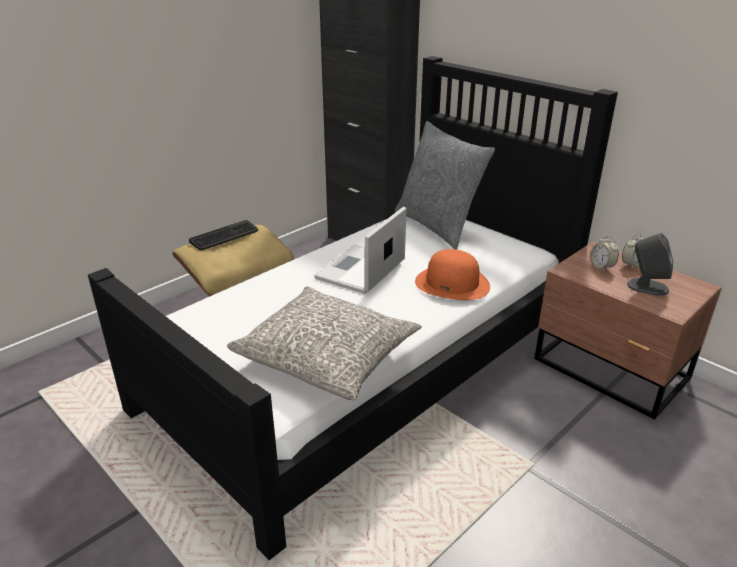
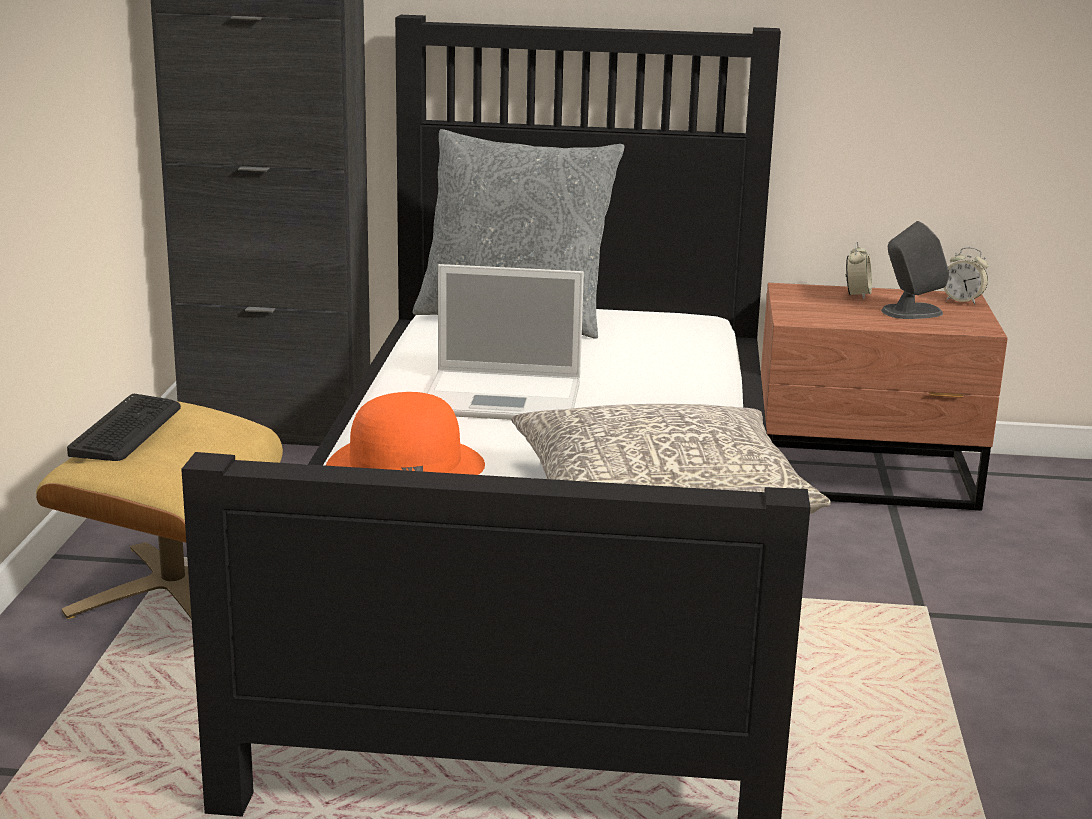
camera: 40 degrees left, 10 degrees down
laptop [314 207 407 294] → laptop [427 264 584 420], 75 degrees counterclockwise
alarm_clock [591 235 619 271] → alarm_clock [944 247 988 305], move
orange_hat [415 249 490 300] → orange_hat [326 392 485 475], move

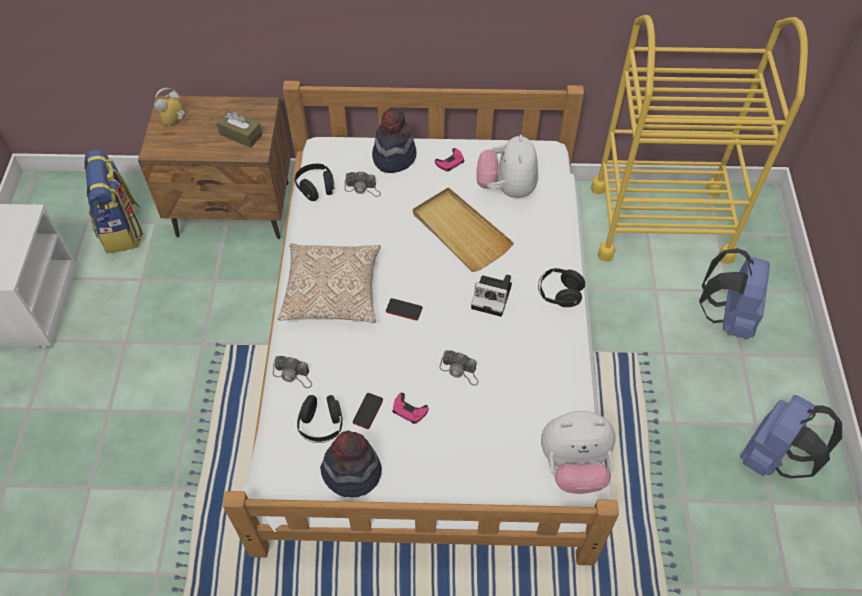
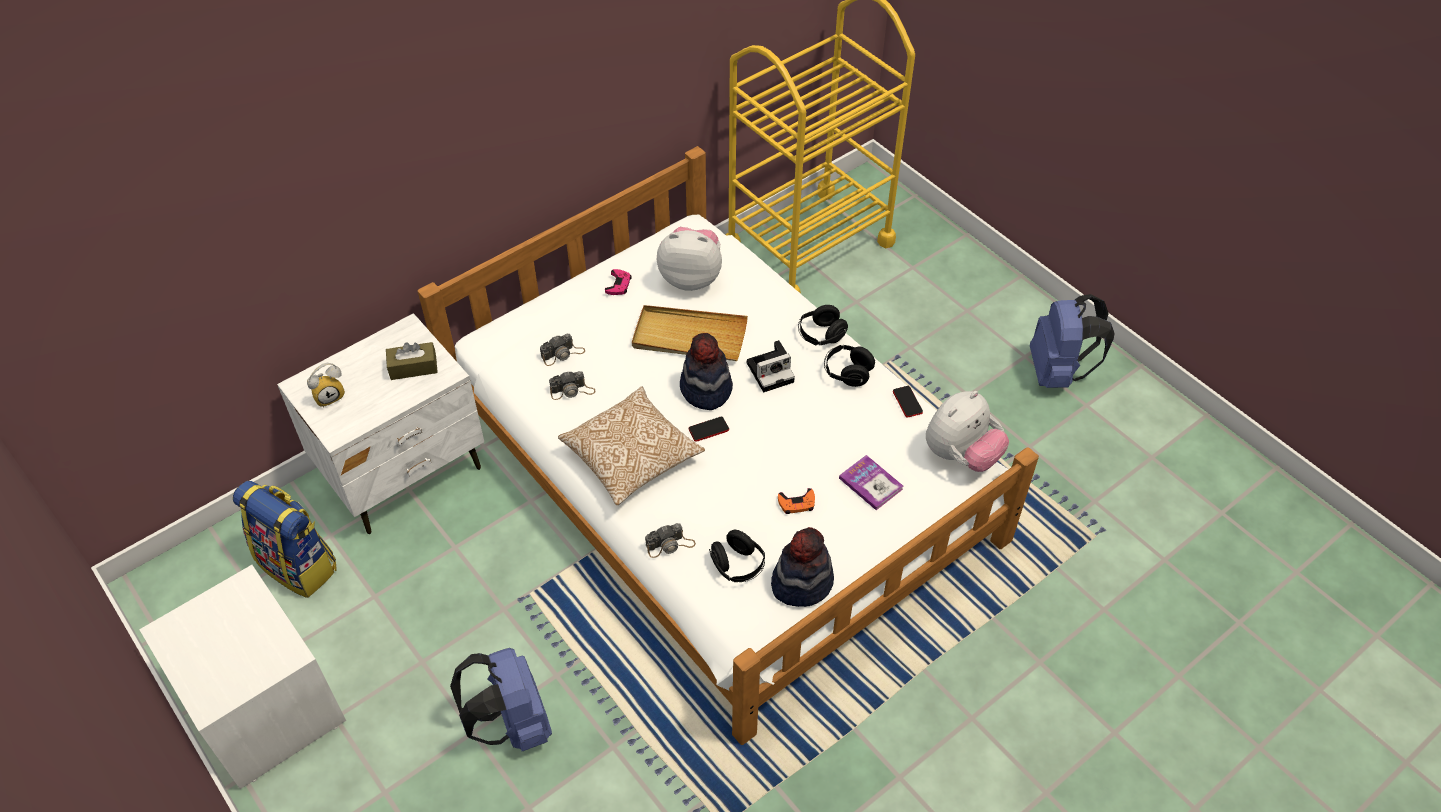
camera: 40 degrees left, 5 degrees down
alarm_clock [154 88 185 128] → alarm_clock [307 363 345 408], 120 degrees counterclockwise
brown_nightstand [138 95 291 239] → white_nightstand [277 313 484 534]
hat [372 107 417 173] → hat [680 333 733 410], move
plush_toy [476 135 538 198] → plush_toy [657 227 722 291], 135 degrees clockwise
black_headphones [294 164 335 201] → black_headphones [824 345 875 387], move
blue_backpack [699 248 770 339] → blue_backpack [450 648 552 751], move
photo_camera [439 350 479 386] → photo_camera [549 371 596 400], move
phone [353 393 383 429] → phone [893 386 923 418], move
pink_game_controller [392 393 428 424] → orange_game_controller [778 488 815 514]
- → book [839 455 903 510]

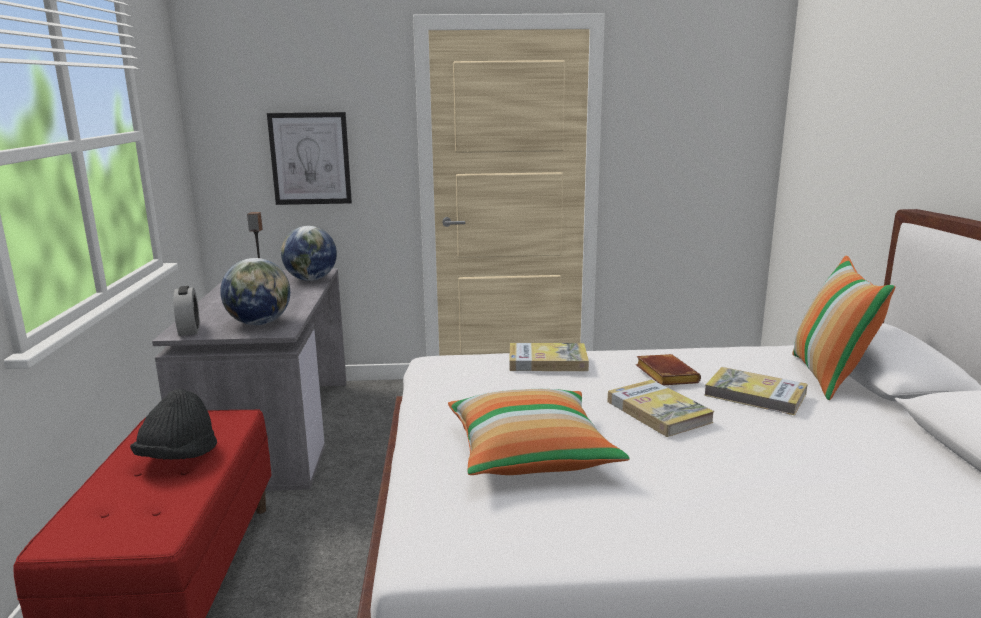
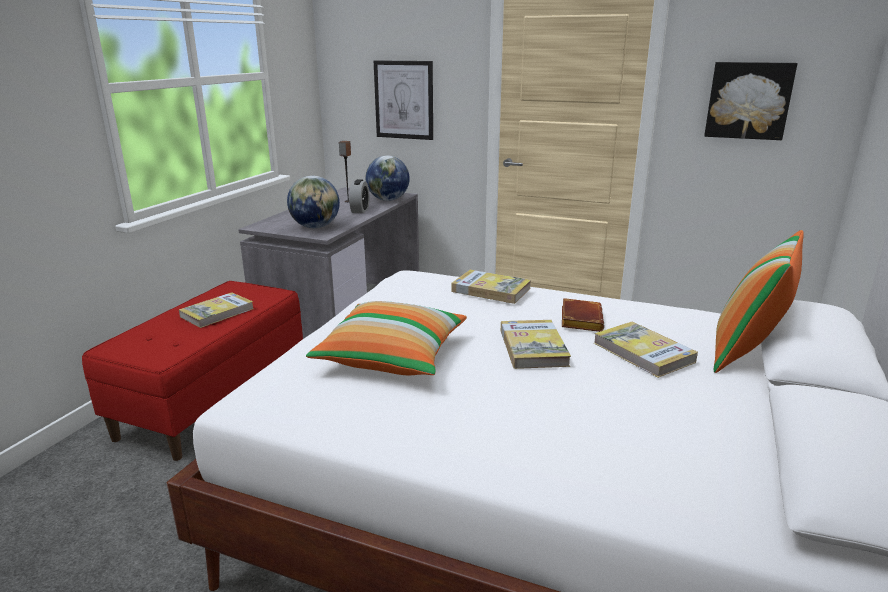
camera: 25 degrees right, 5 degrees up
alarm_clock [174 286 200 336] → alarm_clock [349 179 369 213], move
black_hat [130 389 217 460] → book [179 292 254 328]
- → picture [704 62 797 140]

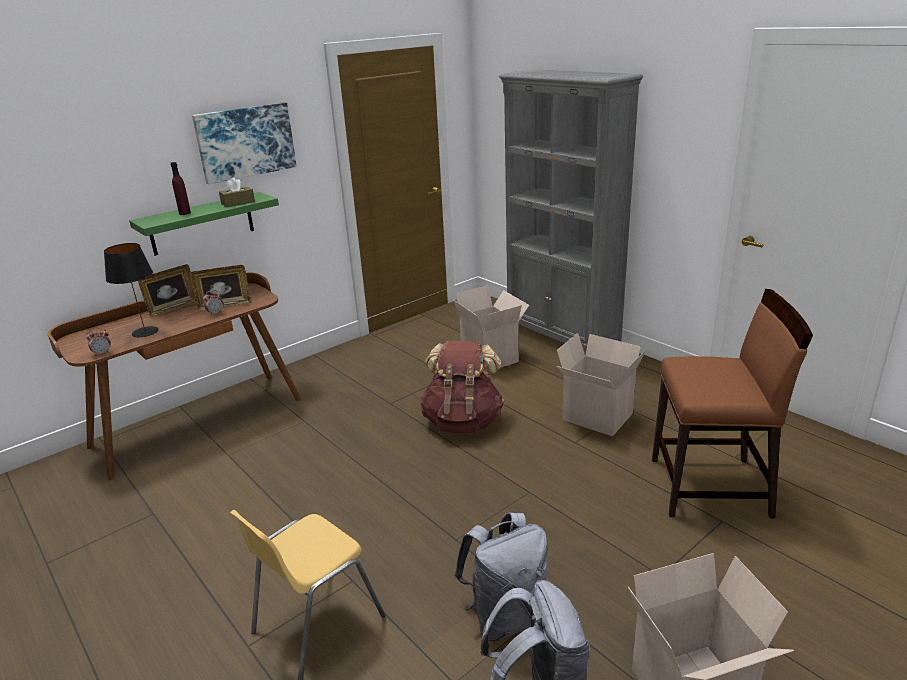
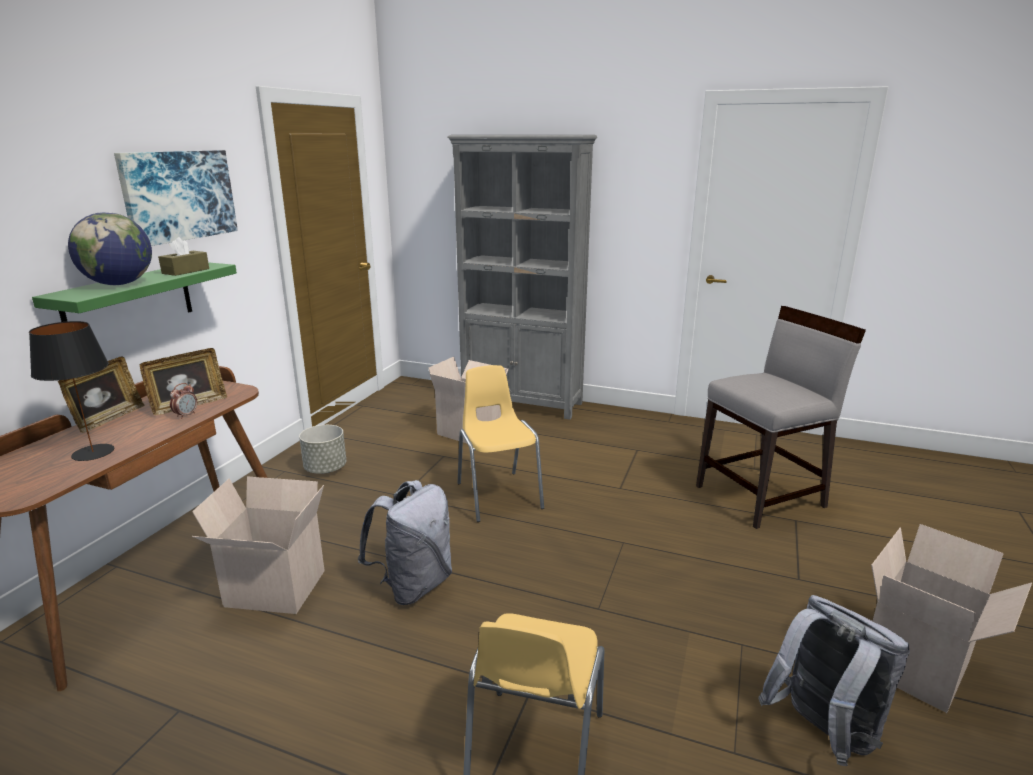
camera: 30 degrees left, 5 degrees down
purple_bottle [170 162 191 215] → globe [68 212 152 285]
brown_chair [652 289 813 518] → grey_chair [696 306 866 529]
alarm_clock [86 328 111 356] → -
cardboard_box [556 333 646 436] → cardboard_box [192 477 324 614], move
brown_backpack [419 341 504 434] → yellow_chair [458 365 544 522]
grey_backpack [454 513 548 642] → grey_backpack [358 480 453 605], move
- → grey_planter [299 425 346 474]

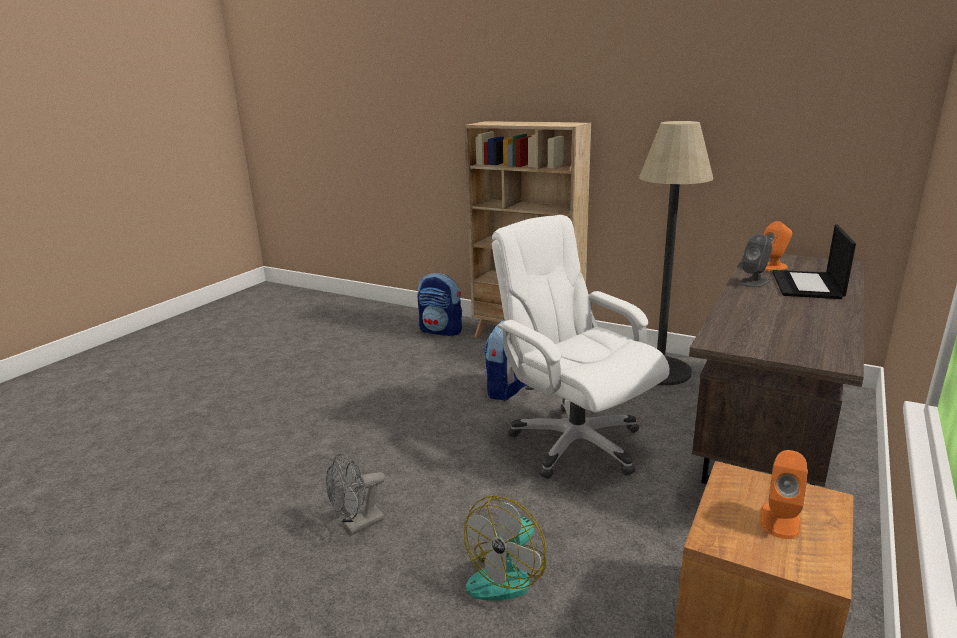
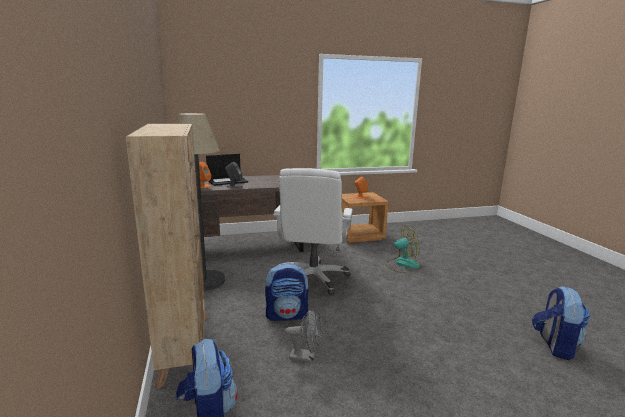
camera: 135 degrees left, 5 degrees down
grey_fan [326 453 385 534] → grey_fan [285 309 323 363], move
- → backpack [532 286 590 360]

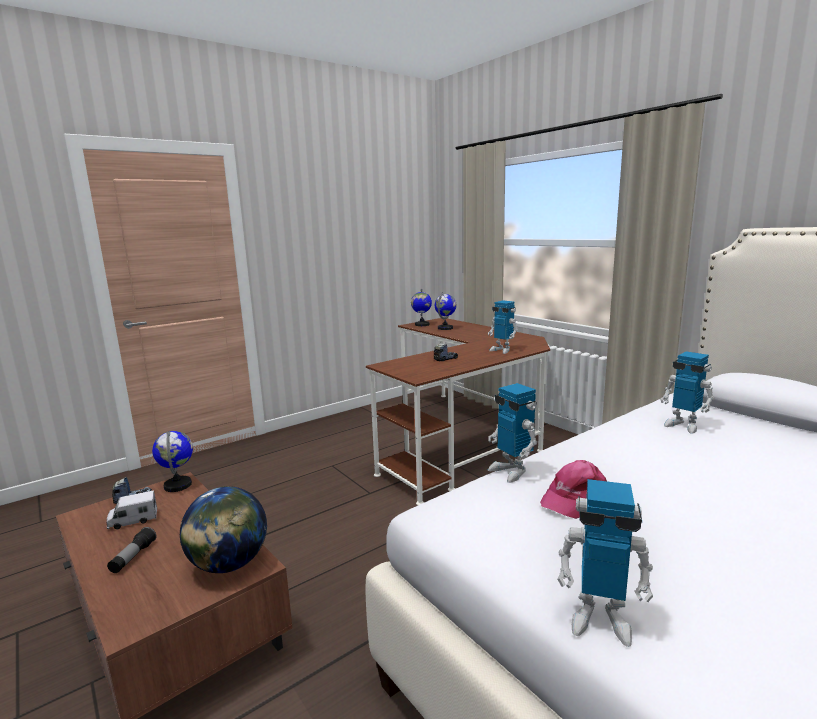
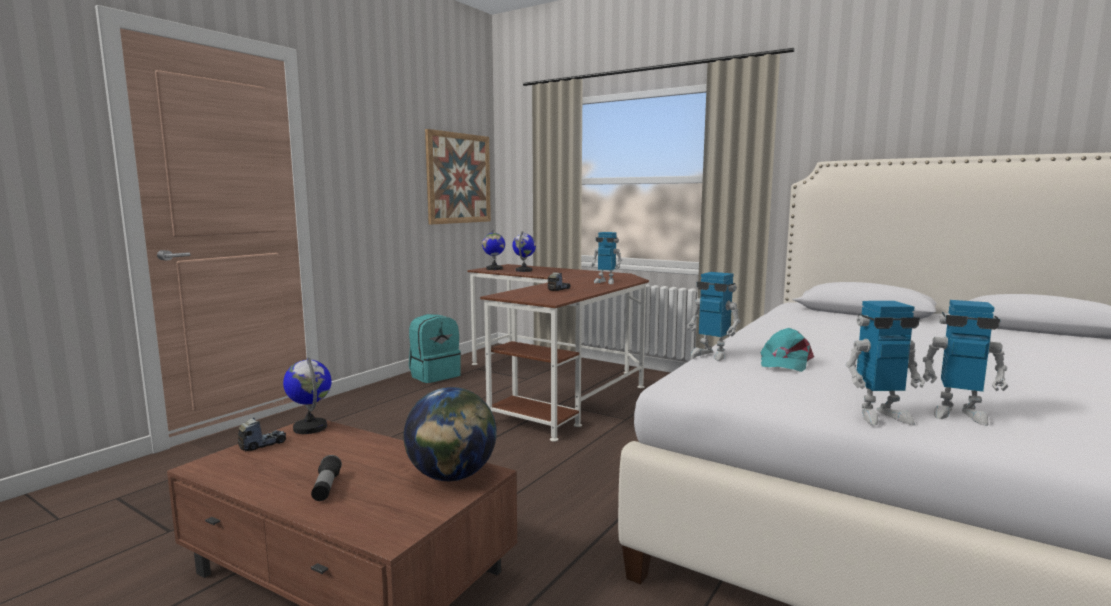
camera: 20 degrees left, 5 degrees down
toy_robot [660 351 715 434] → toy_robot [922 300 1008 426], move
pink_cap [540 460 607 519] → turquoise_cap [760 328 814 372]
toy_truck [106 490 157 529] → -
- → picture [425 129 491 224]
- → turquoise_backpack [409 314 461 383]

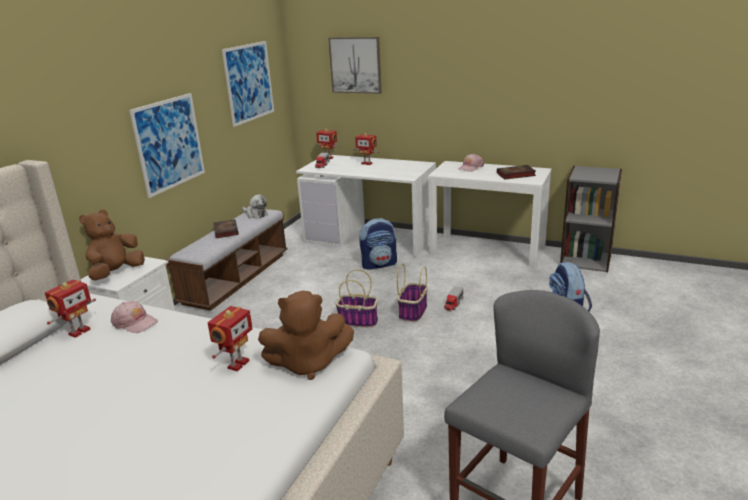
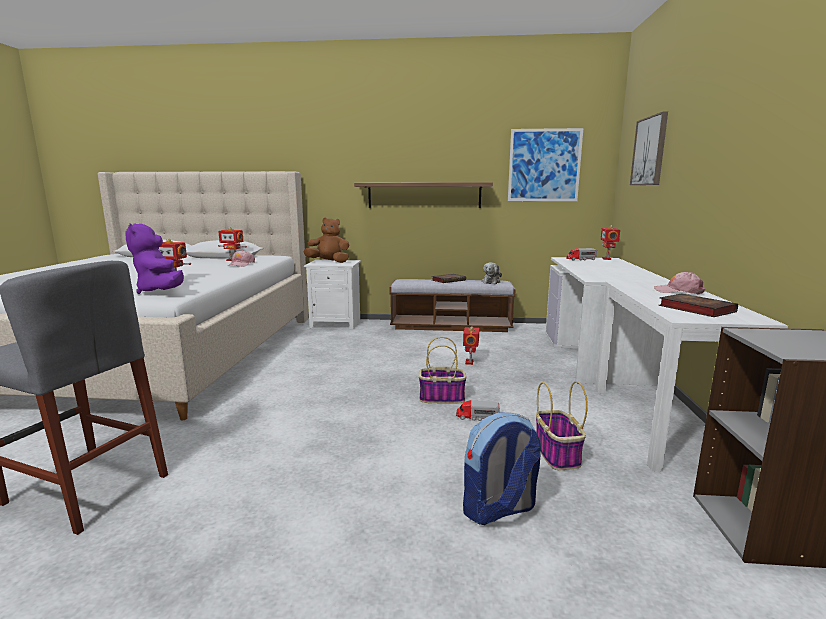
camera: 70 degrees right, 10 degrees down
picture [129 93 205 198] → shelf [354 183 493 208]
toy_robot [354 133 380 165] → toy_robot [463 327 479 365], move
backpack [359 218 397 270] → -
basket [336 269 378 328] → basket [536 381 588 470], move
brown_plush_toy [258 291 354 380] → purple_plush_toy [126 223 184 294]

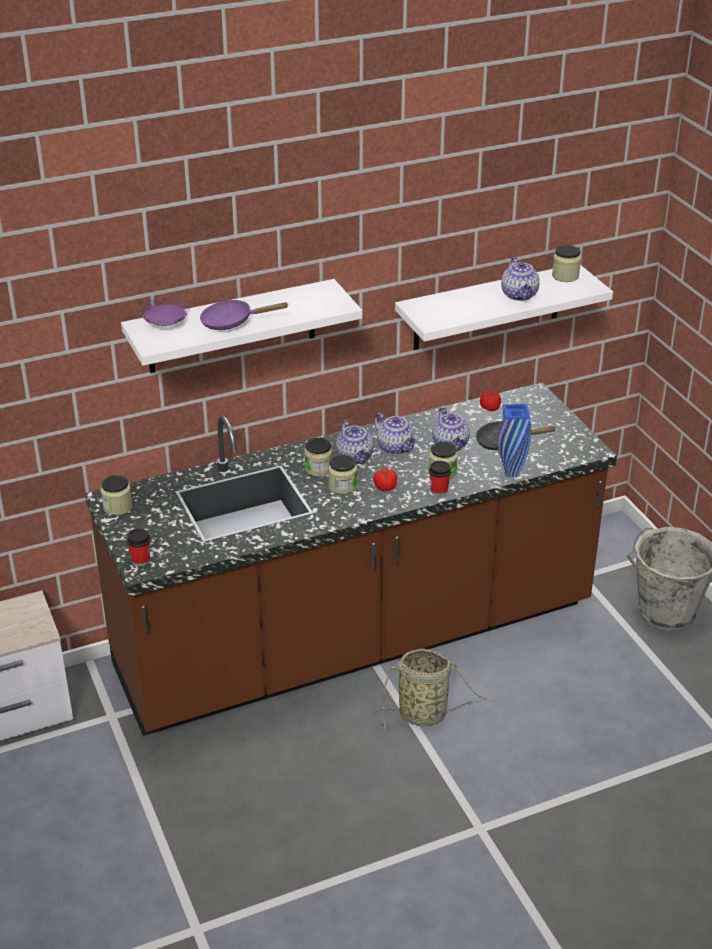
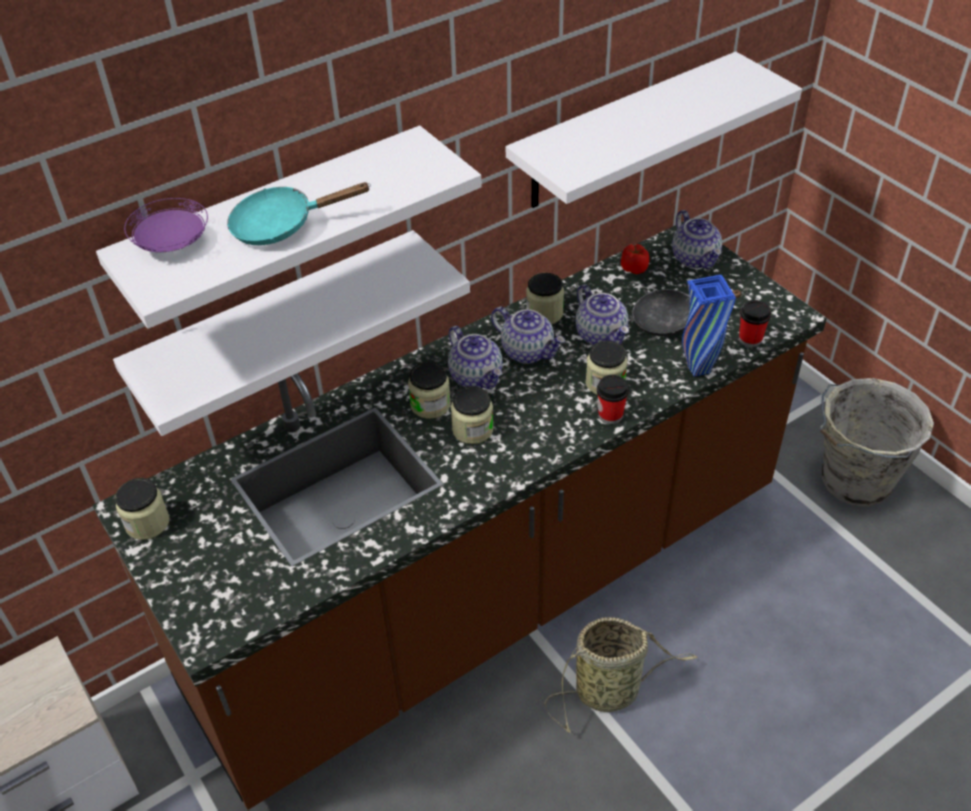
camera: 10 degrees left, 10 degrees up
jar [552 245 581 282] → jar [526 273 564 324], move
teapot [501 257 539 301] → teapot [672 210 722 269], move
purple_frying_pan [200 300 289 330] → turquoise_frying_pan [227 182 371 245]
tomato [373 468 398 491] → -
cup [127 529 151 566] → cup [739 300 771 347], move
- → white_shelf [113 230 470 436]

